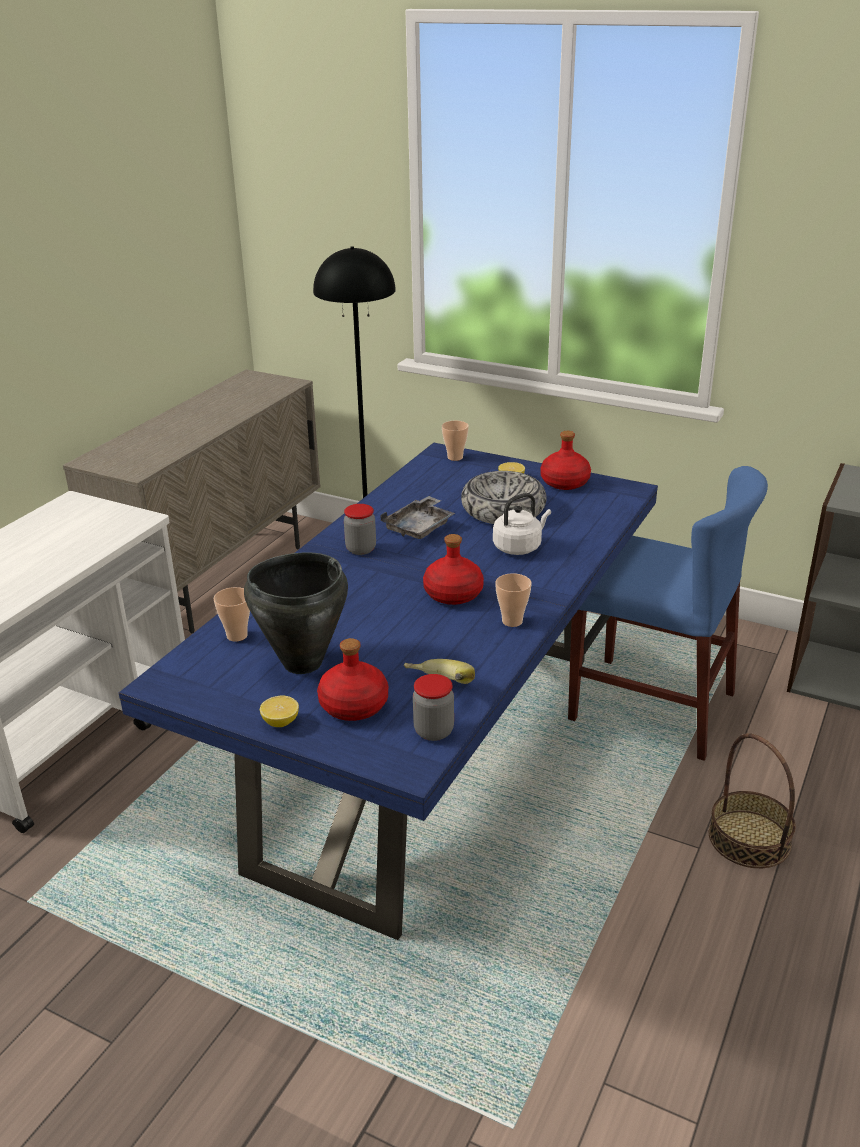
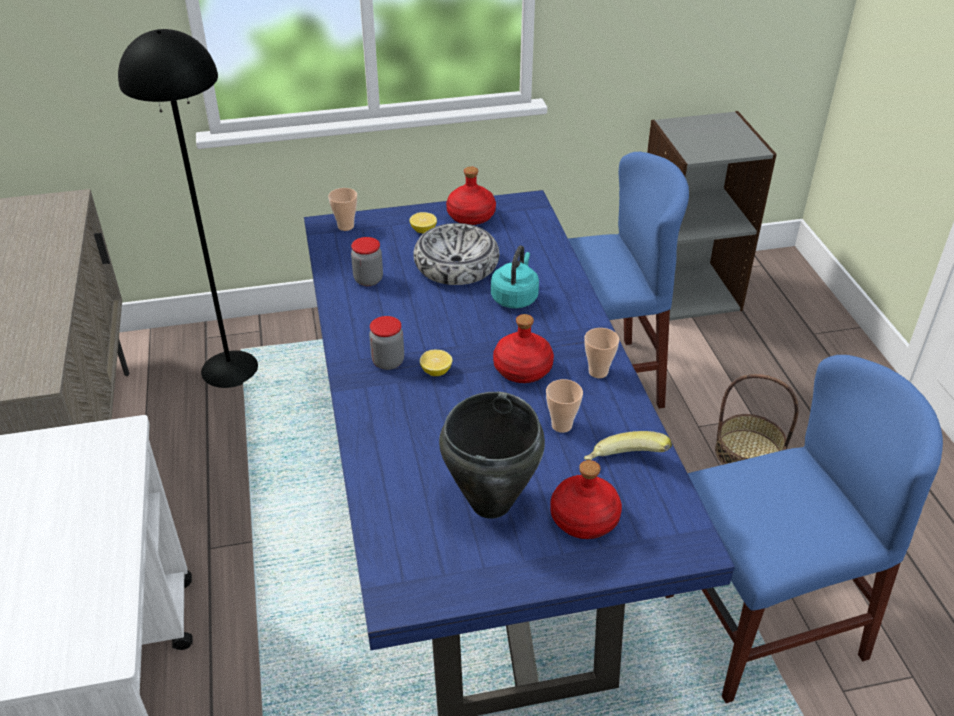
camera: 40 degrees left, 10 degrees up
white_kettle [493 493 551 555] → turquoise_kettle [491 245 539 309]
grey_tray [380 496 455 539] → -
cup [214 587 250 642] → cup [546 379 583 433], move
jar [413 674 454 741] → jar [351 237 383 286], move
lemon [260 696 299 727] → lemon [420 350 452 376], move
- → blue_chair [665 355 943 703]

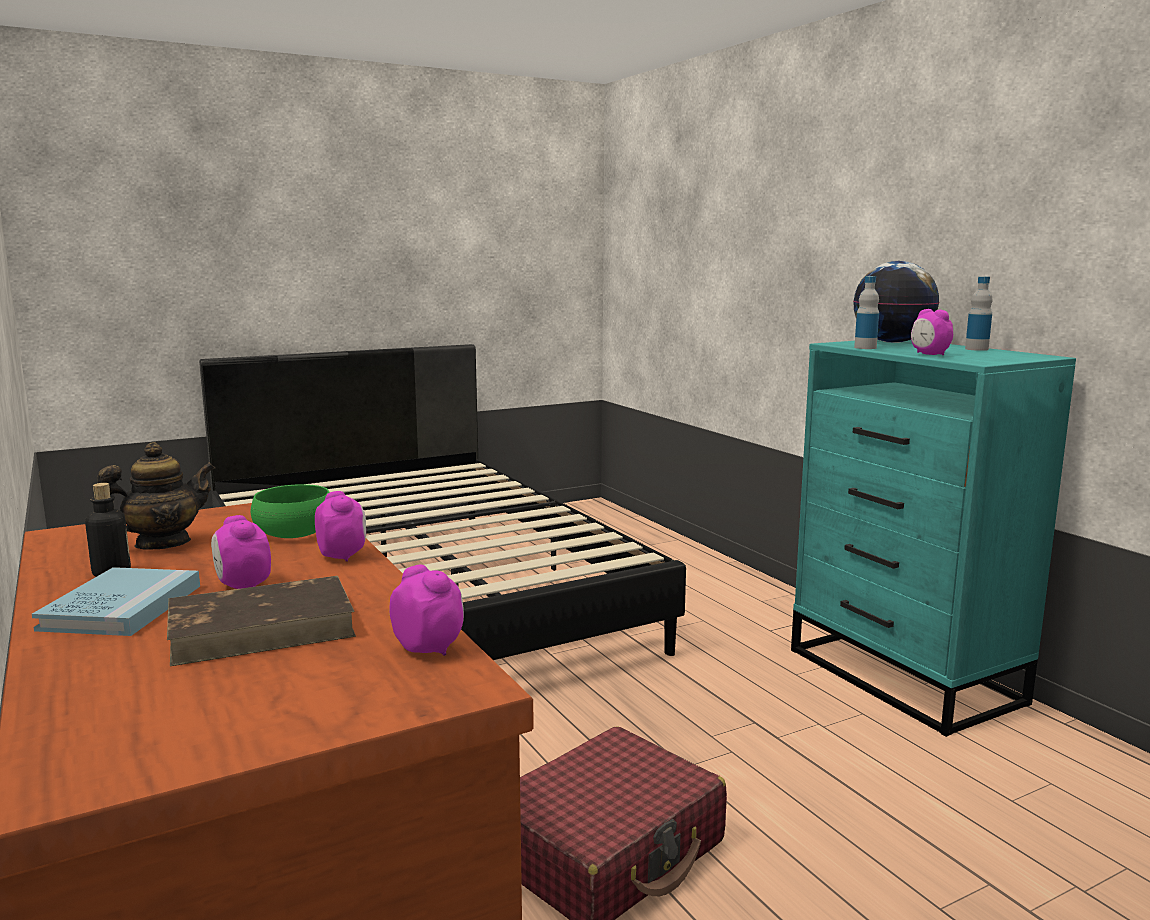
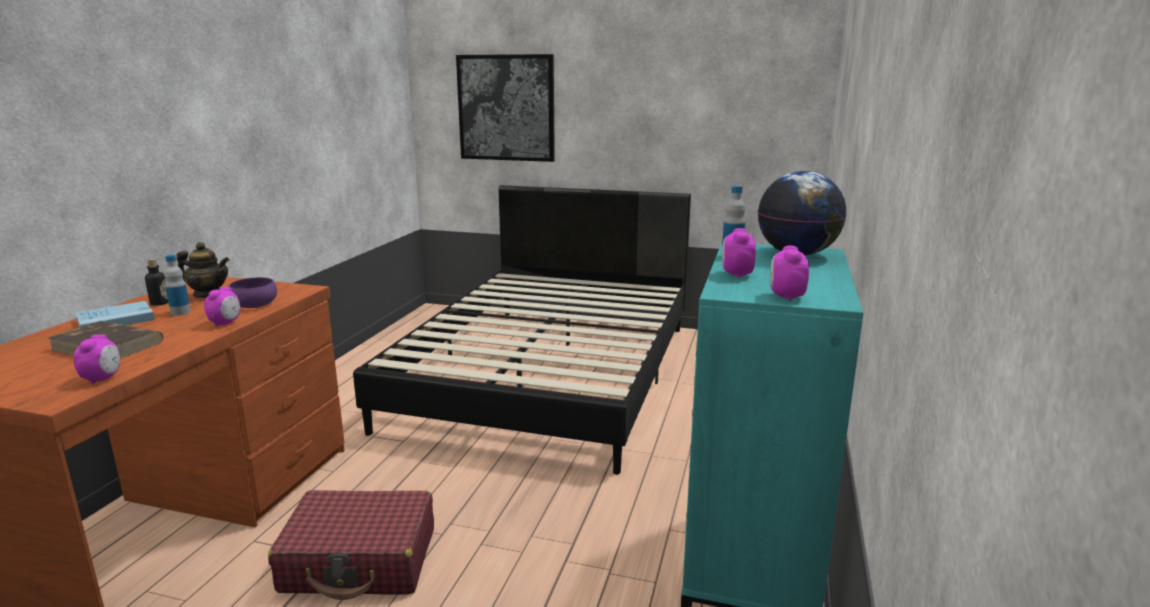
camera: 45 degrees right, 5 degrees up
bottle [965 277 993 351] → bottle [164 255 191 316], move
green_bowl [251 484 330 538] → purple_bowl [228 277 277 308]
alarm_clock [211 515 271 589] → alarm_clock [770 246 809 301], move
- → picture [456 54 555 162]

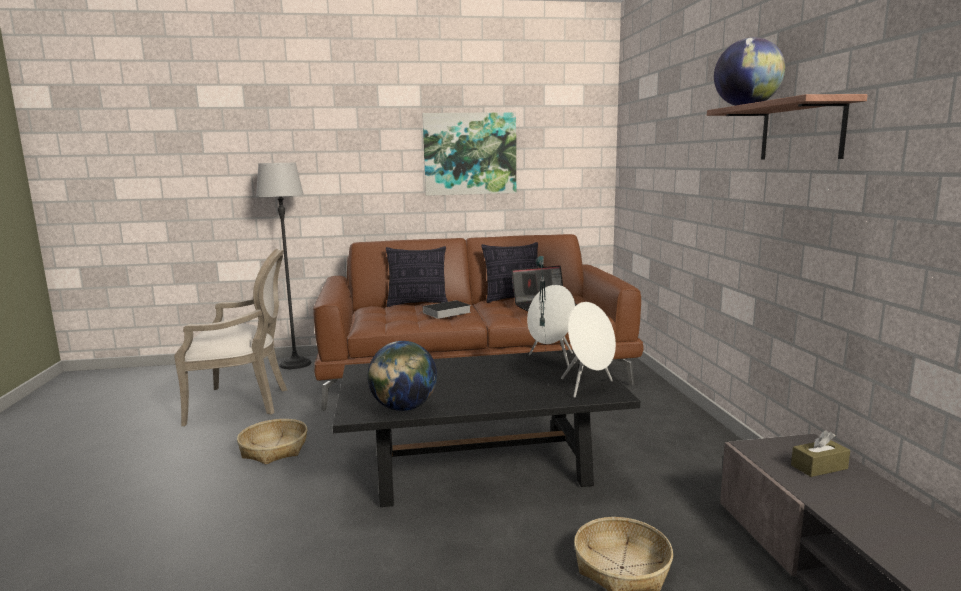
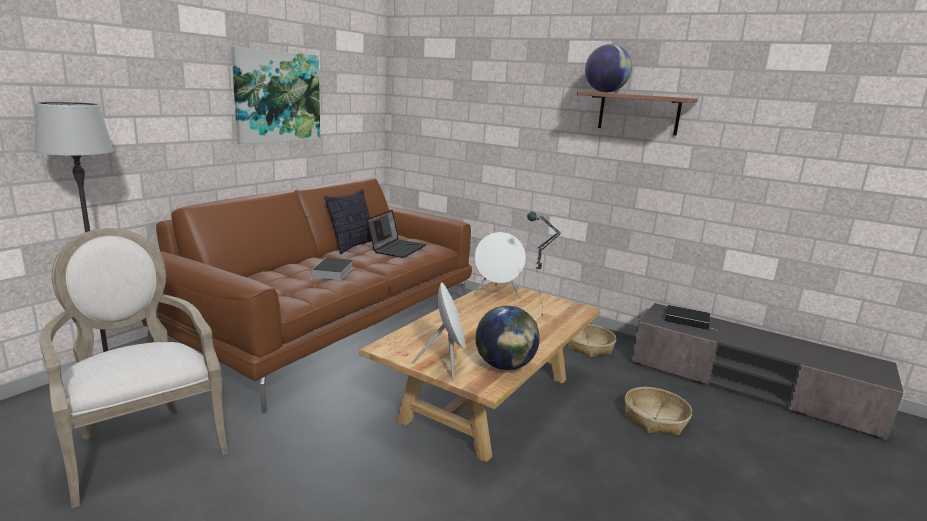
camera: 50 degrees left, 5 degrees up
pillow [386 246 448 307] → -
armchair [174 249 287 426] → armchair [39 228 228 509], 75 degrees counterclockwise
white_speaker [561 302 616 398] → white_speaker [412 282 465 381], move
black_coffee_table [333 350 640 507] → beige_coffee_table [360 281 601 462]
basket [237 419 307 465] → basket [567 324 616 357], move
brown_tissue_box [791 430 850 477] → book [665 305 714 330]

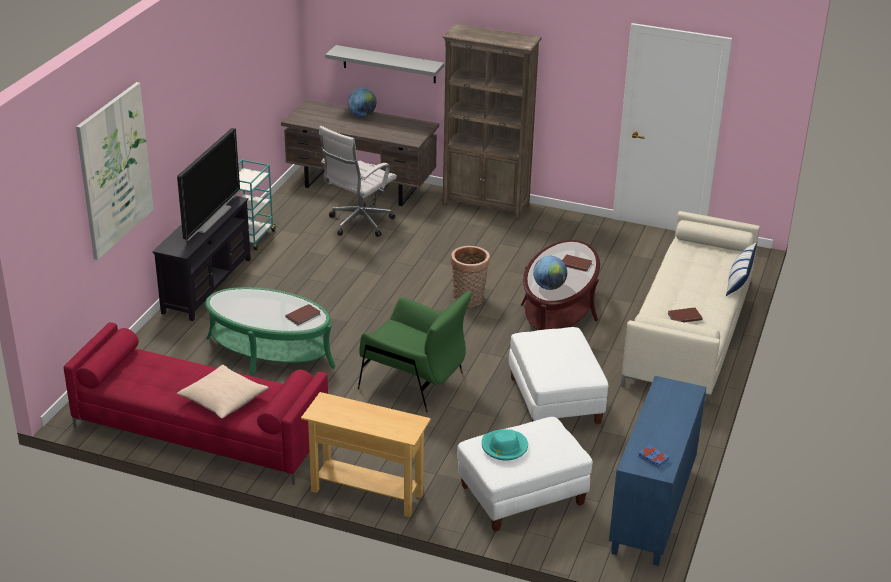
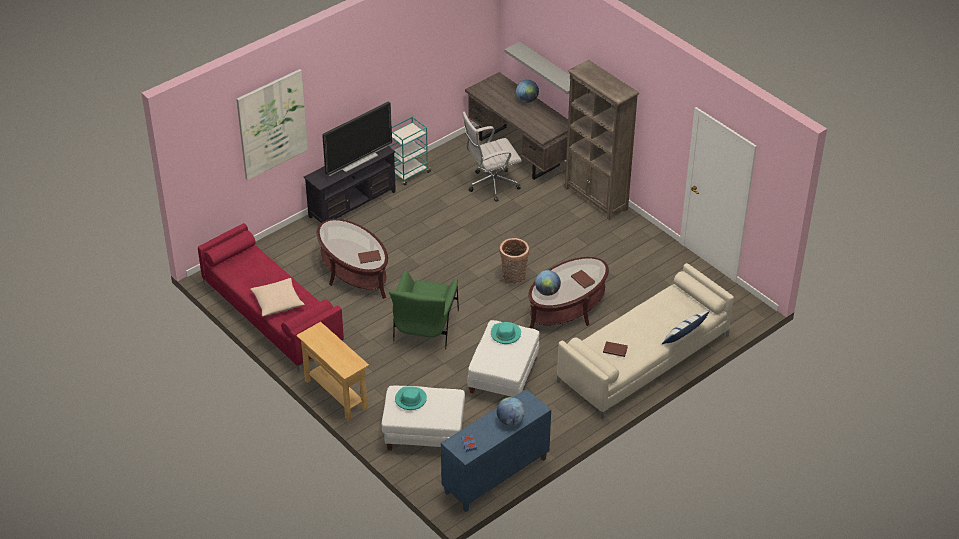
camera: 30 degrees right, 10 degrees up
green_coffee_table [205 287 336 376] → brown_coffee_table [317 219 388 299]
green_armchair [358 291 472 413] → green_armchair [389 271 459 350], 45 degrees clockwise
- → turquoise_hat [491 322 521 344]
- → globe [497 397 525 426]

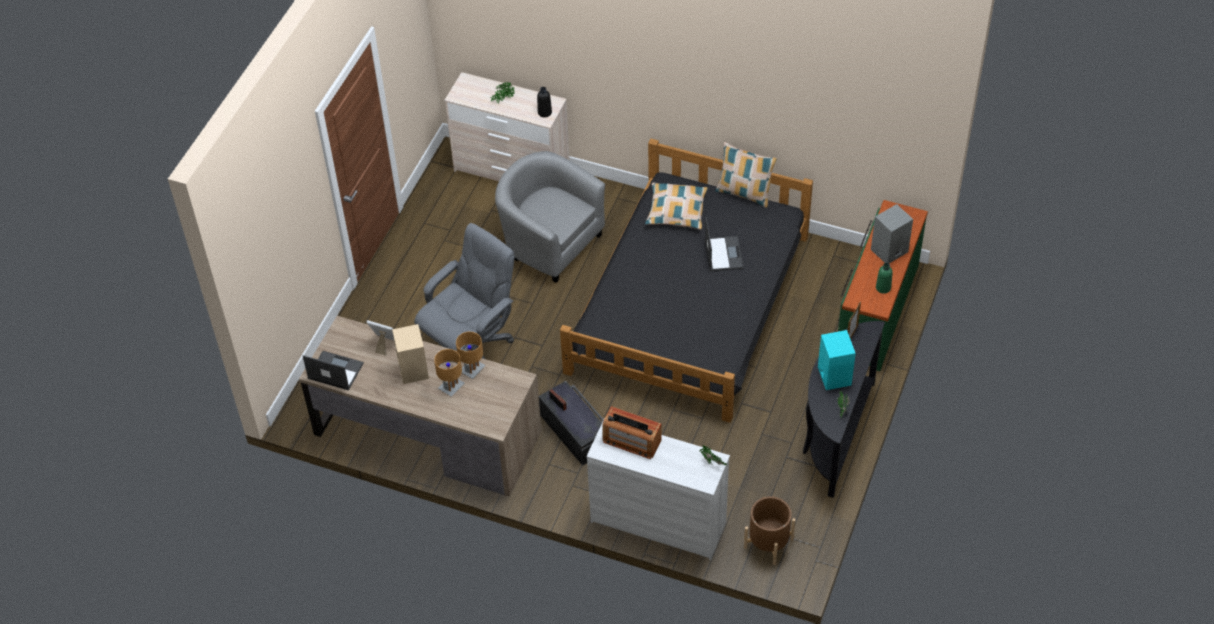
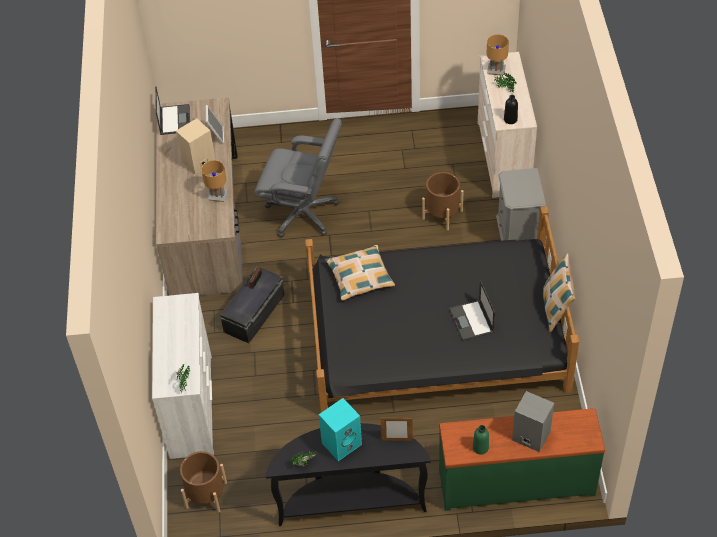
camera: 65 degrees right, 0 degrees up
grey_armchair [495 151 605 283] → brown_planter [422 172 464 230]
pillow [645 182 708 229] → pillow [325 245 395 300], move
laptop [705 217 743 271] → laptop [449 280 495 341], 105 degrees clockwise
brown_table_lamp [434 349 464 397] → brown_table_lamp [487 34 509 76], move
radio [603 406 662 459] → -
- → grey_nightstand [496 168 546 241]

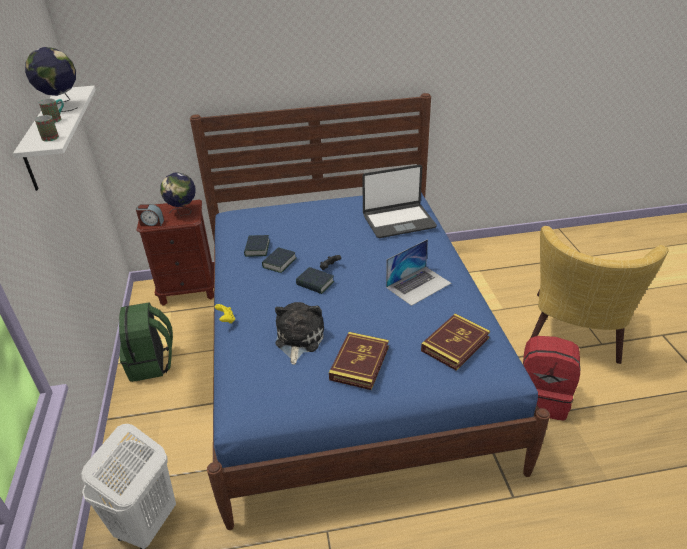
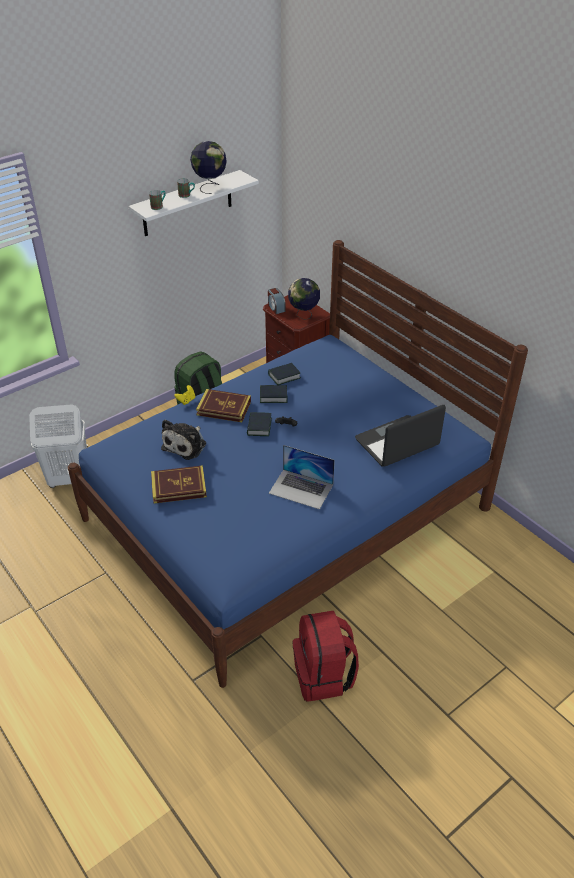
camera: 60 degrees right, 5 degrees up
laptop [362 165 437 238] → laptop [355 405 446 467], 105 degrees clockwise
yellow_armchair [531 226 669 364] → -
plush_toy [275 302 324 365] → plush_toy [161 419 206 460], 135 degrees clockwise
book [421 314 490 371] → book [196 389 251 422], move

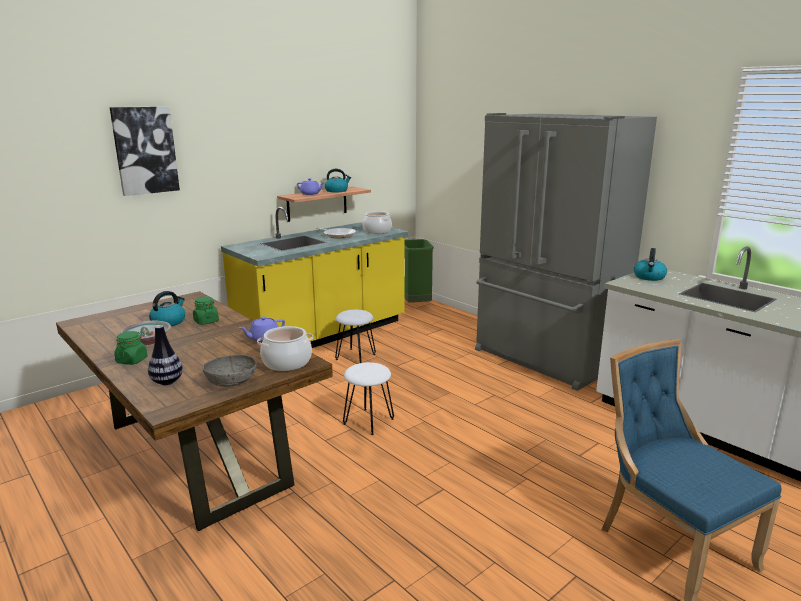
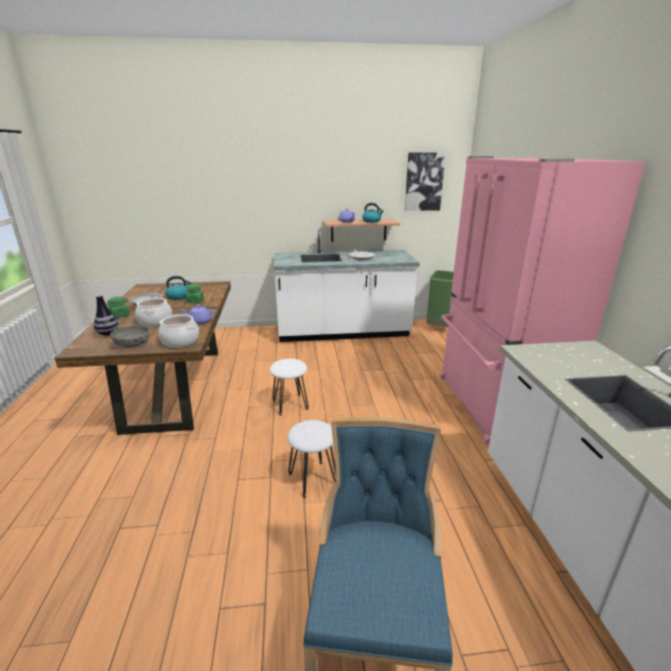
camera: 35 degrees right, 5 degrees up
picture [110 107 180 196] → picture [405 152 446 211], move
grey_fridge [475 113 657 391] → pink_fridge [439 156 646 444]
yellow_counter [221 207 408 348] → white_counter [274 229 420 342]
cooking_pot [363 211 392 234] → cooking_pot [135 298 172 327], move
kettle [634 248 667 281] → -
white_stool [335 309 376 363] → white_stool [287 420 336 498], move

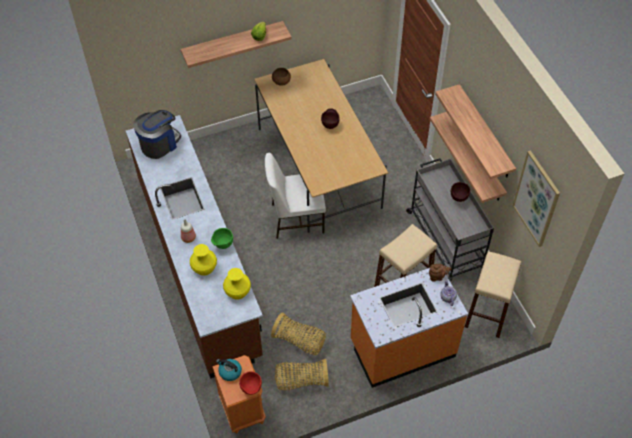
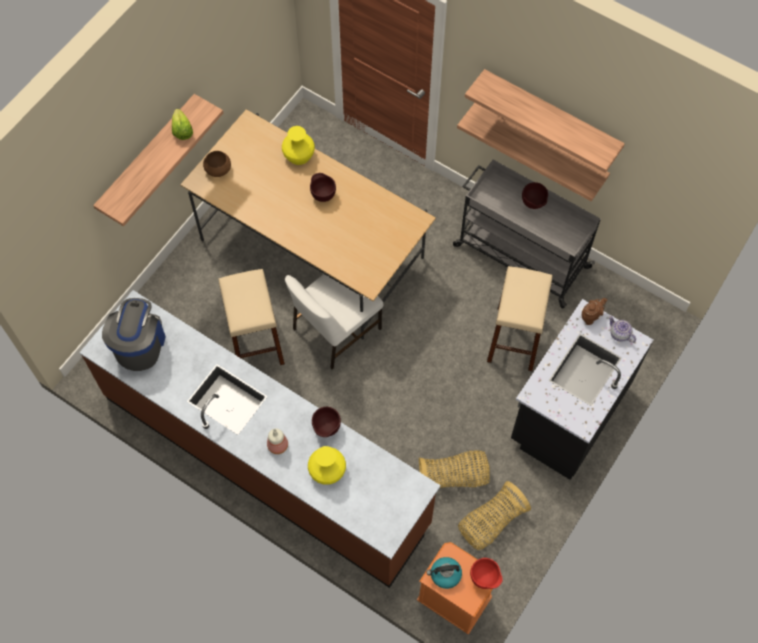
camera: 35 degrees left, 10 degrees up
picture [513 150 560 247] → -
green_bowl [211 228 233 249] → brown_bowl [312 407 341 437]
beige_stool [464 251 521 338] → beige_stool [218 269 285 365], move
yellow_vase [223 268 251 300] → yellow_vase [282 126 315 165], move
orange_counter [350 268 468 388] → black_counter [511 299 653 480]

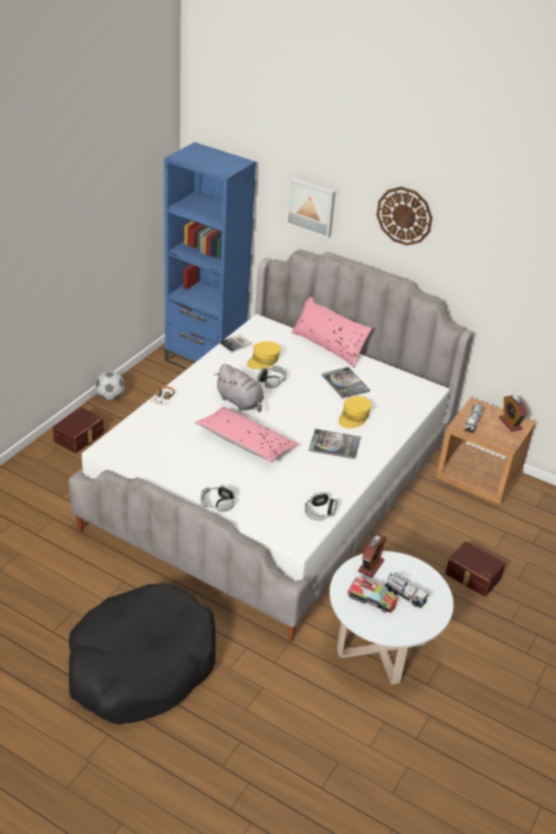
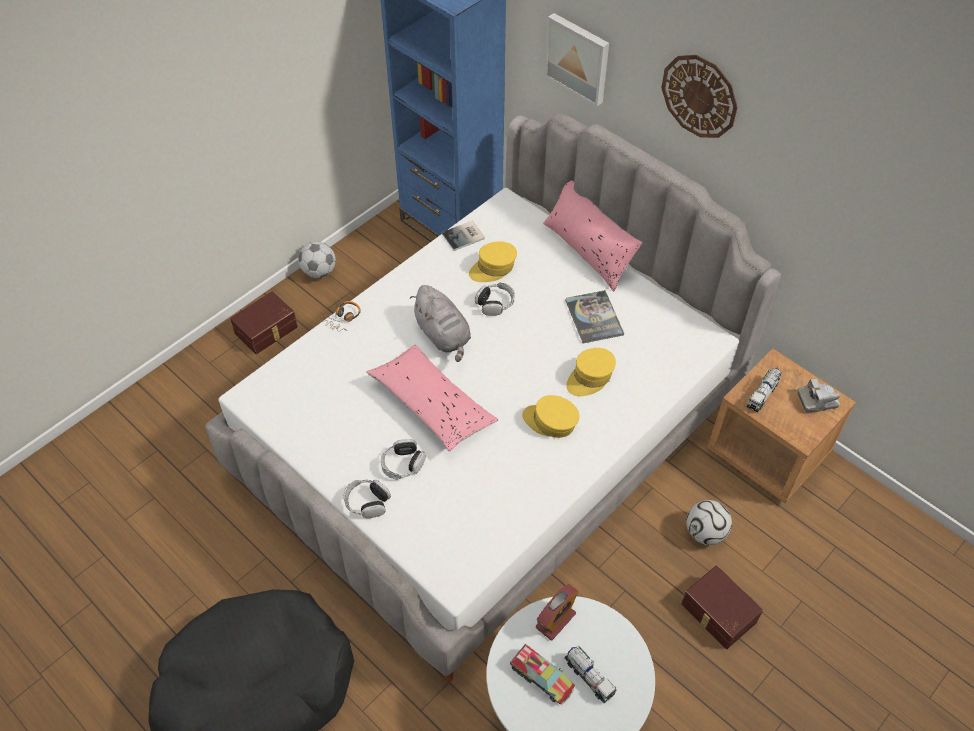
camera: 15 degrees right, 15 degrees up
alarm_clock [499 395 527 432] → photo_camera [797 378 840 412]
book [309 429 361 459] → yellow_cap [522 395 580 438]
headphones [305 492 337 521] → headphones [381 439 426 479], move
- → football [686 500 732 545]

